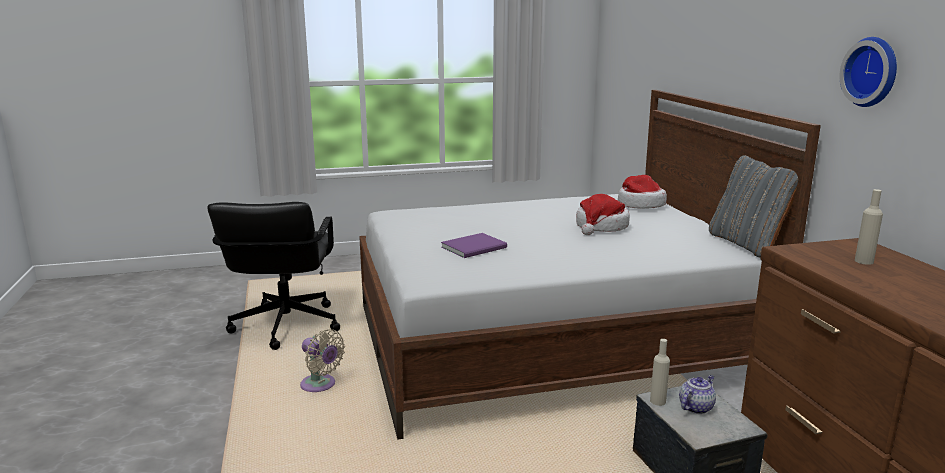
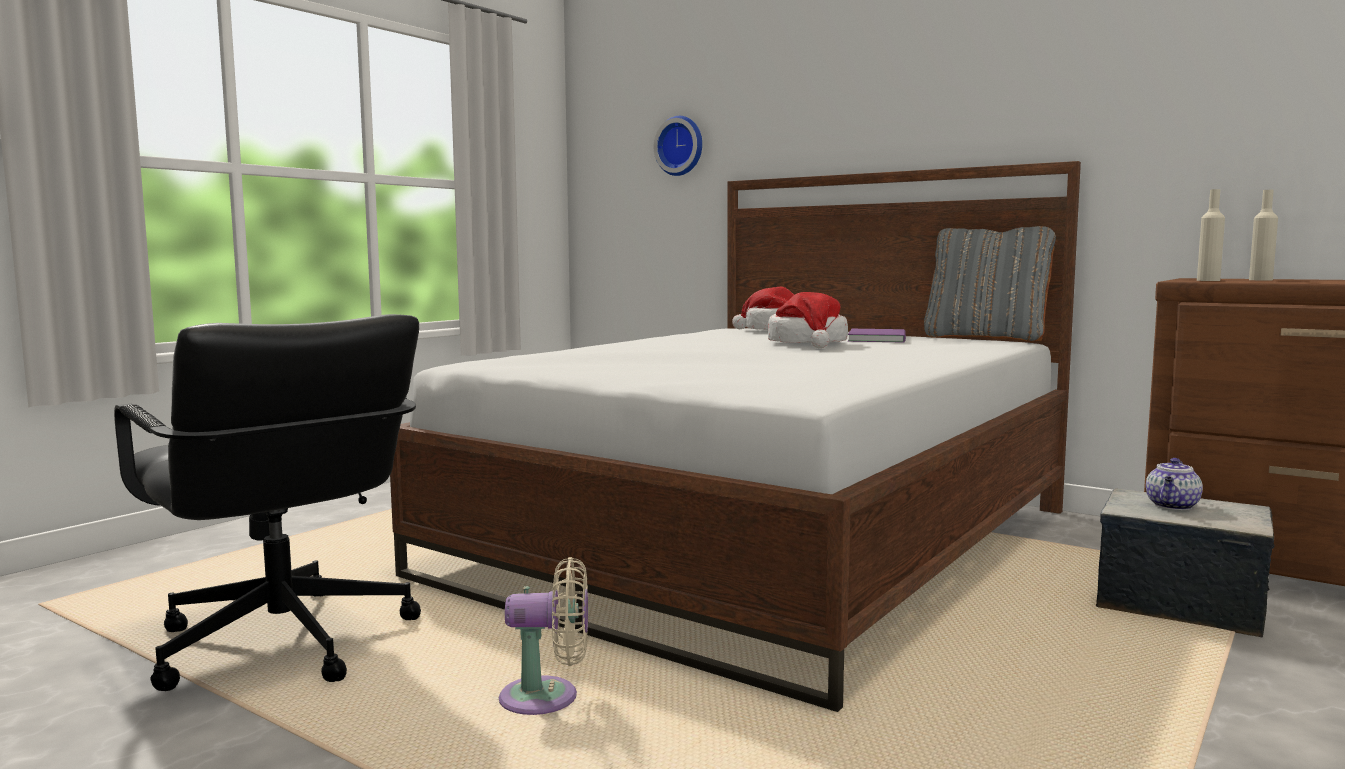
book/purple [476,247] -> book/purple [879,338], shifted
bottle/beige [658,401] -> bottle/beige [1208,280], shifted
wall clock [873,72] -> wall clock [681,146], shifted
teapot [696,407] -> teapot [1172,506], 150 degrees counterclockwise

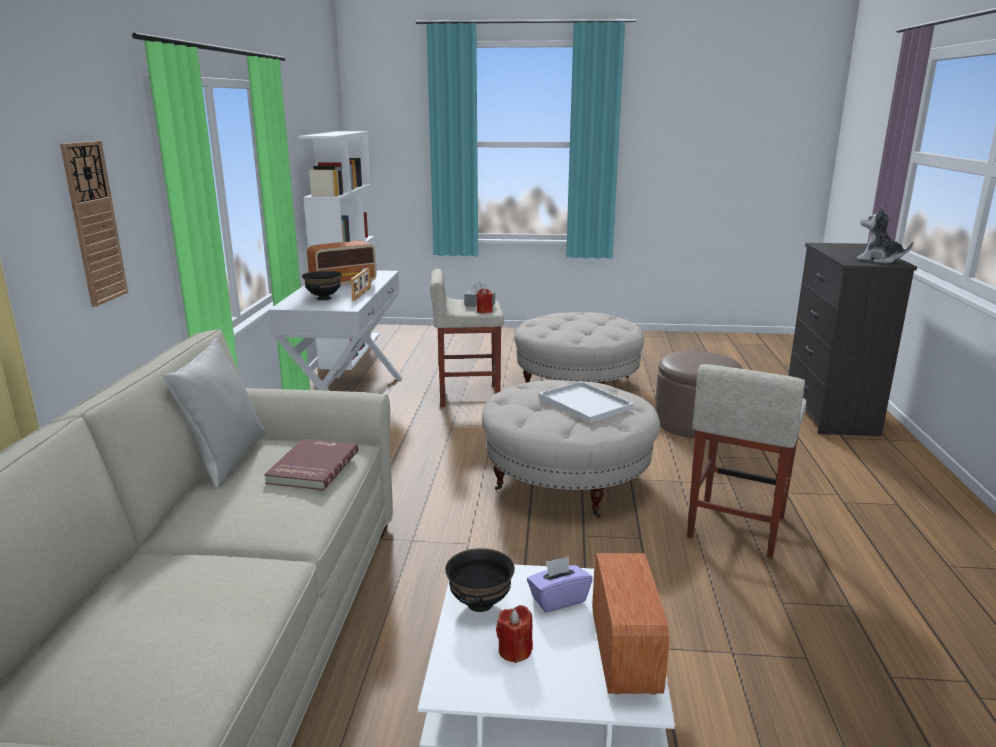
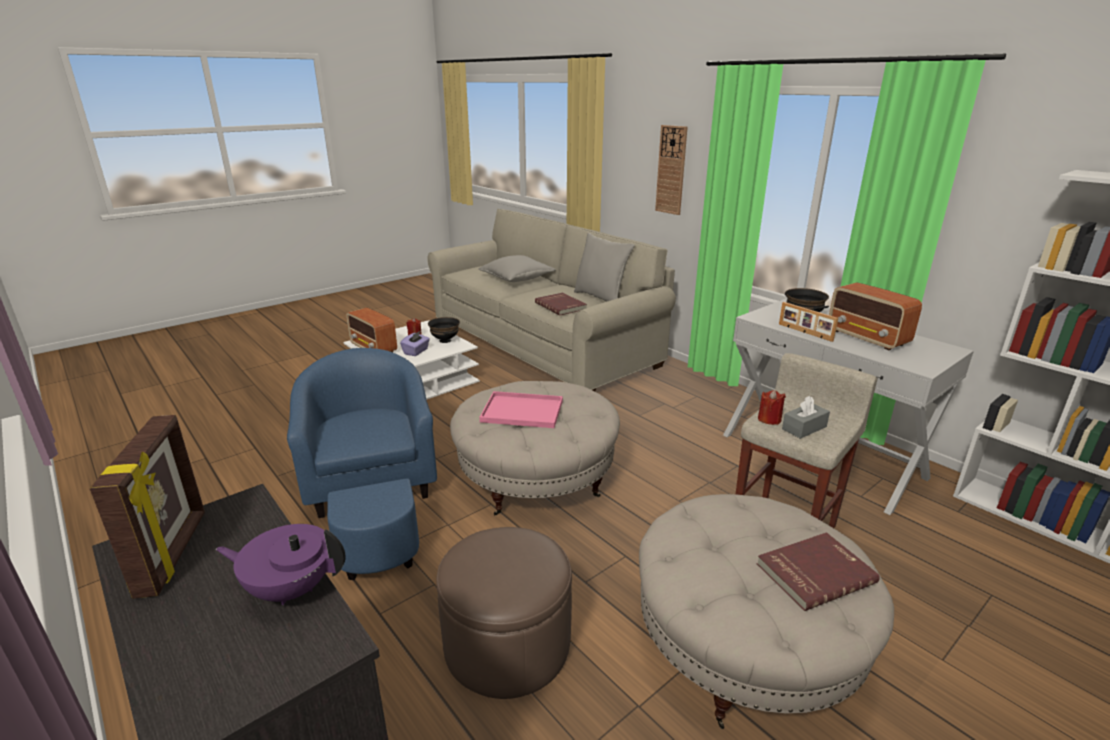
none -> teapot/purple [291,588]
none -> pillow/grey [517,278]
none -> book/red [814,572]
stool/beige [736,527] -> armchair/blue [374,499]
plush toy [878,260] -> picture frame [175,553]
tray/white [587,403] -> tray/pink [520,411]
radio [344,283] -> radio [868,338], 45 degrees counterclockwise

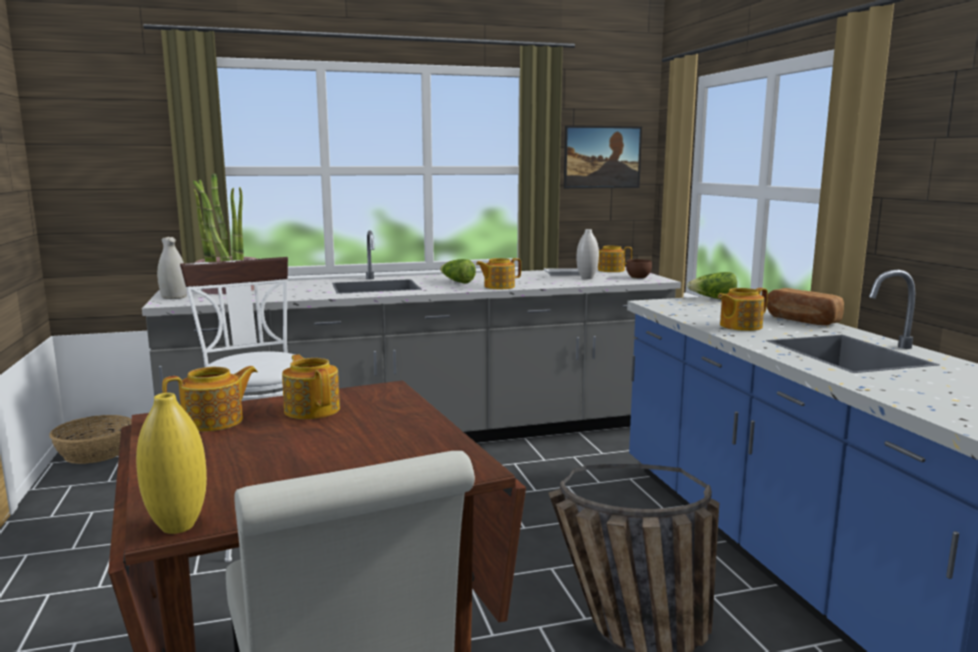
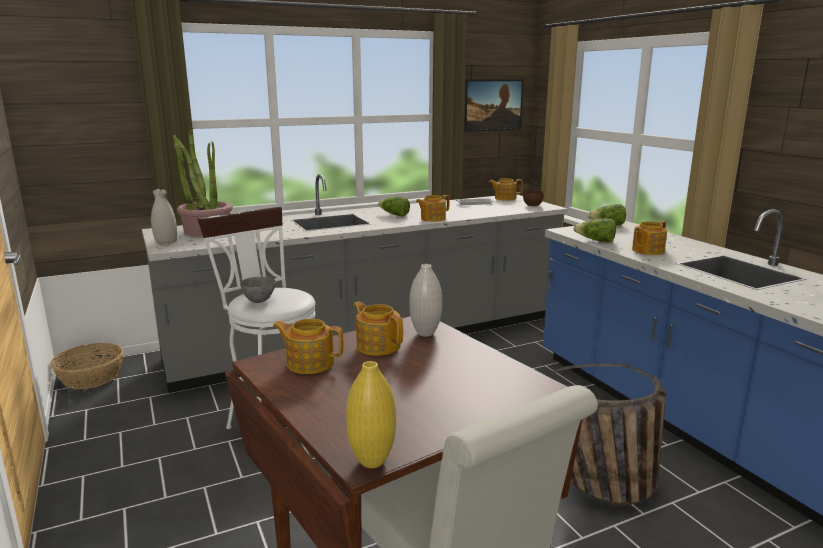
bread [801,320] -> none
none -> bowl/grey [259,300]
none -> lettuce [595,241]
vase/white [587,278] -> vase/white [425,333], shifted
teapot [214,421] -> teapot [309,363], 120 degrees counterclockwise

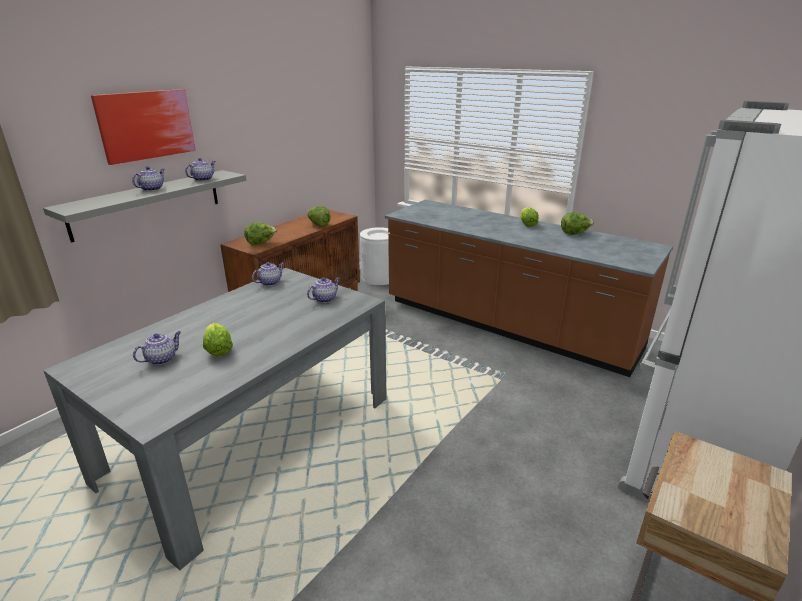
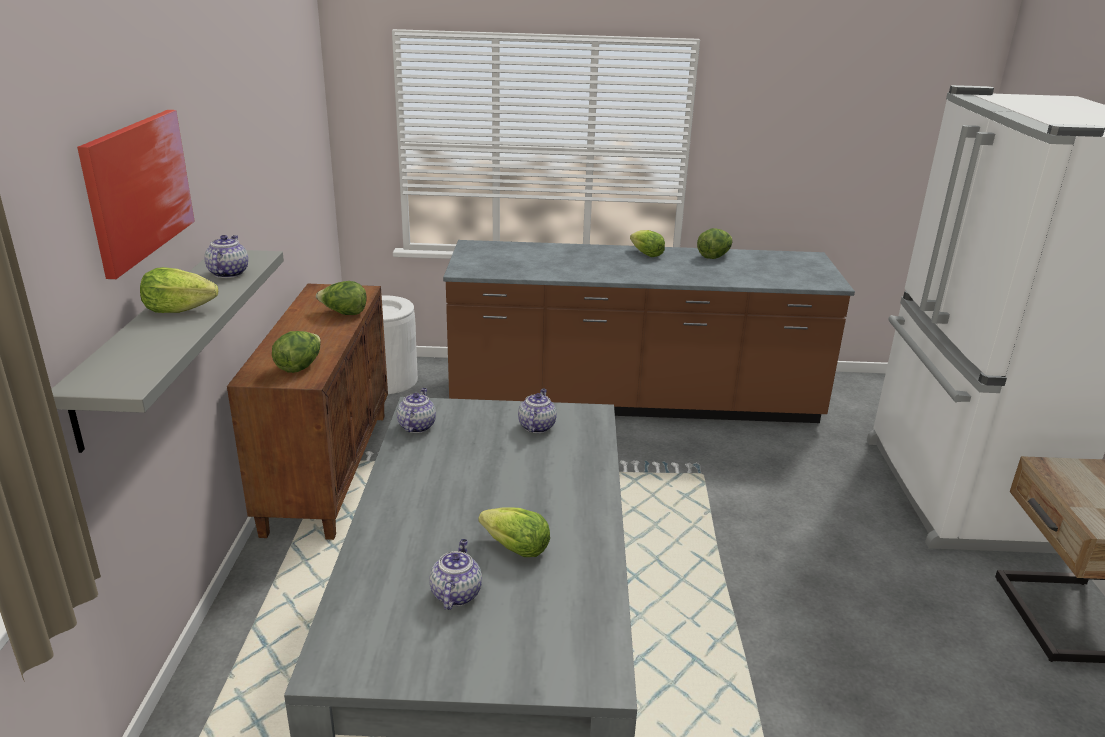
teapot [152,189] -> lettuce [178,310]

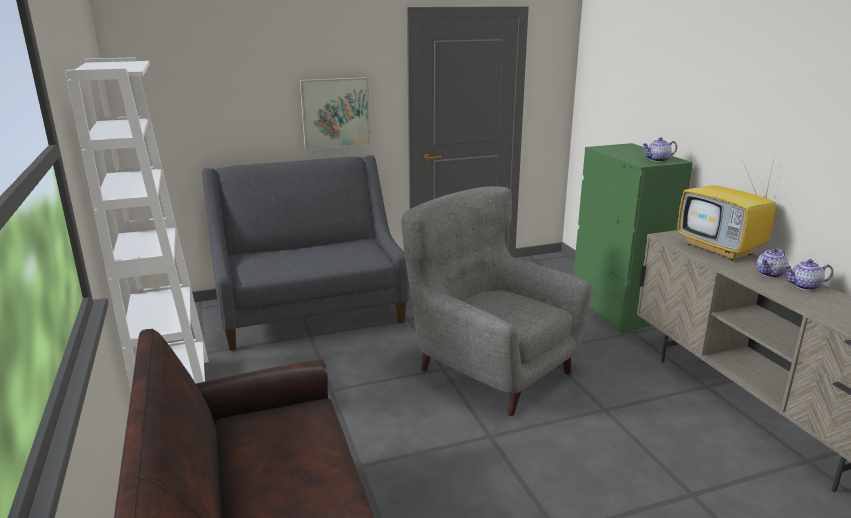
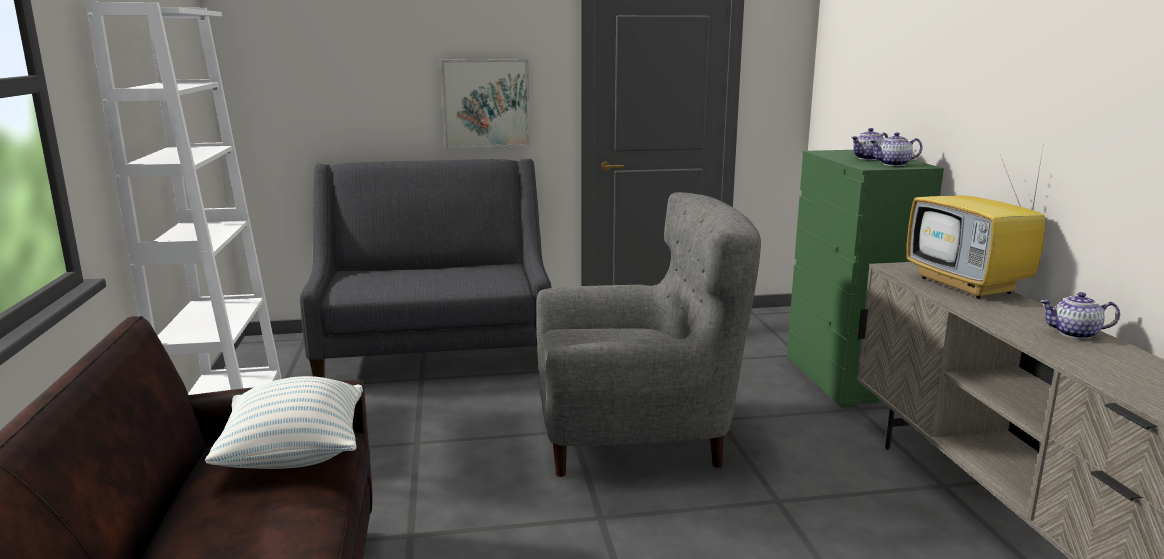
none -> pillow [295,455]
teapot [770,274] -> teapot [868,158], shifted
armchair/grey [490,368] -> armchair/grey [637,436], 120 degrees clockwise

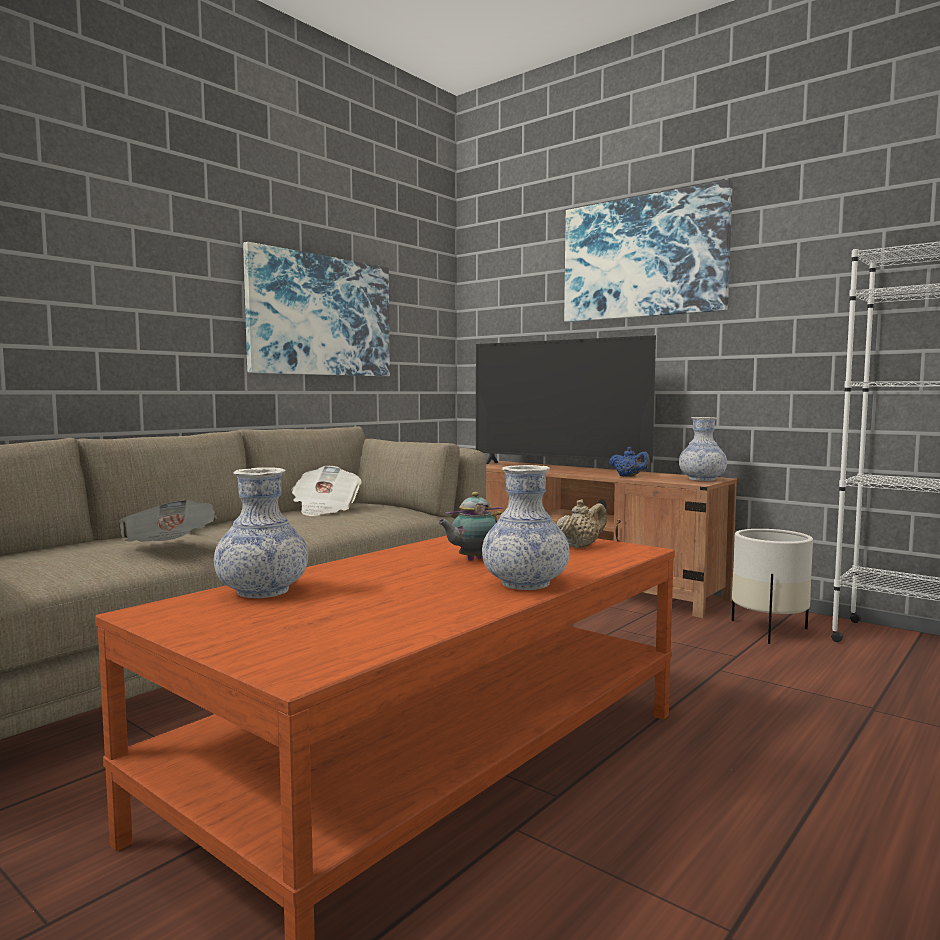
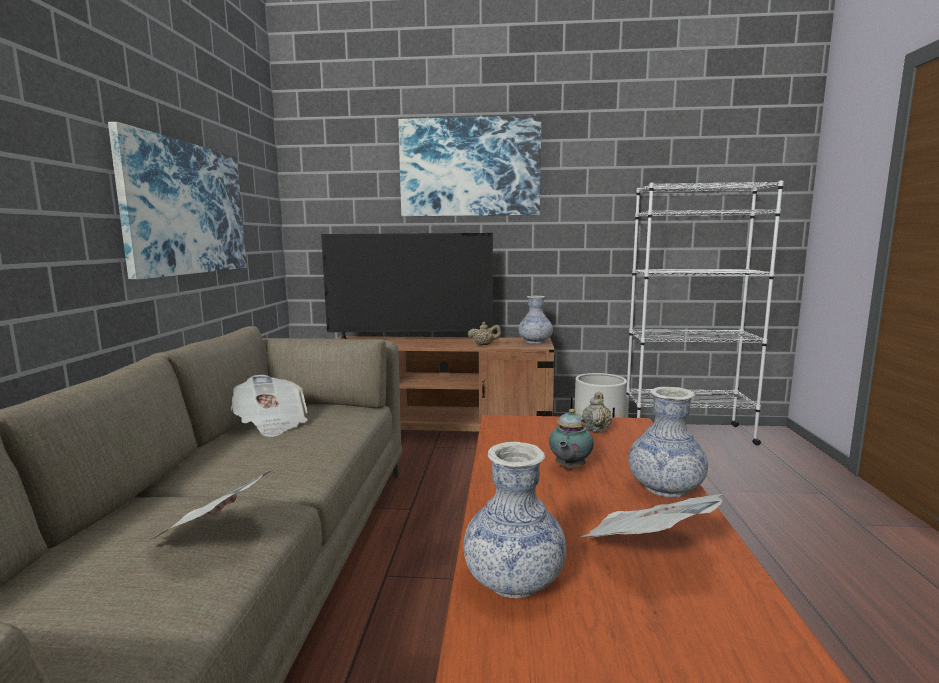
none -> newspaper [646,548]
teapot/blue [629,476] -> teapot/beige [484,345]

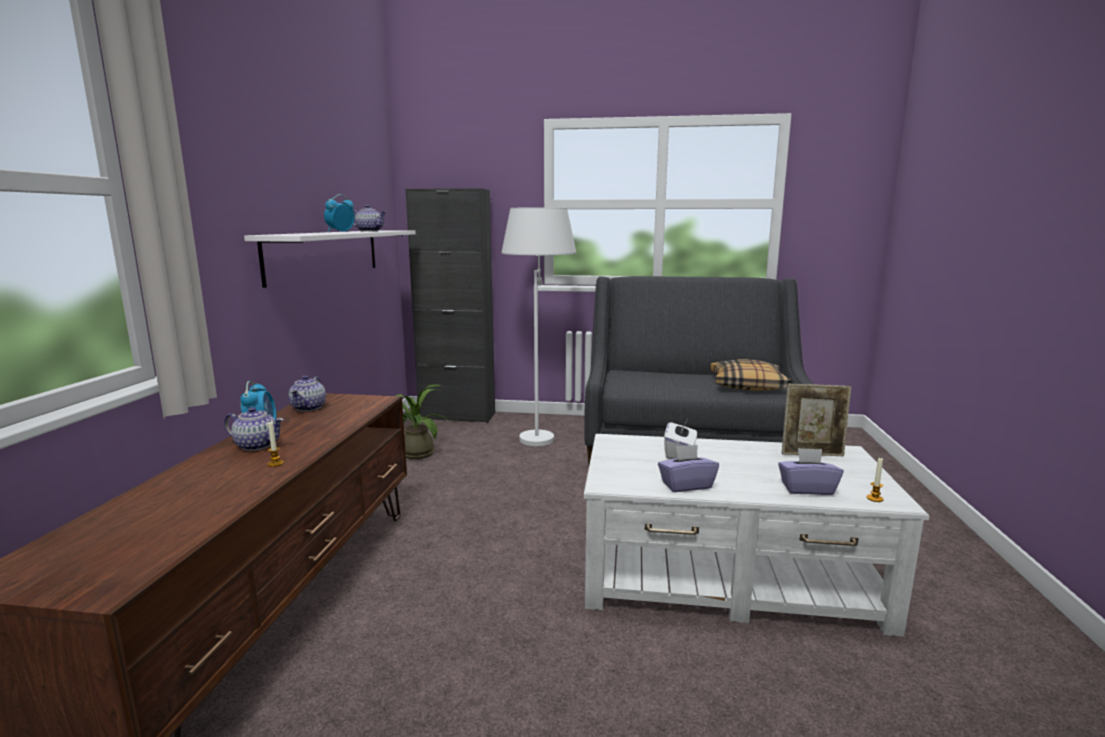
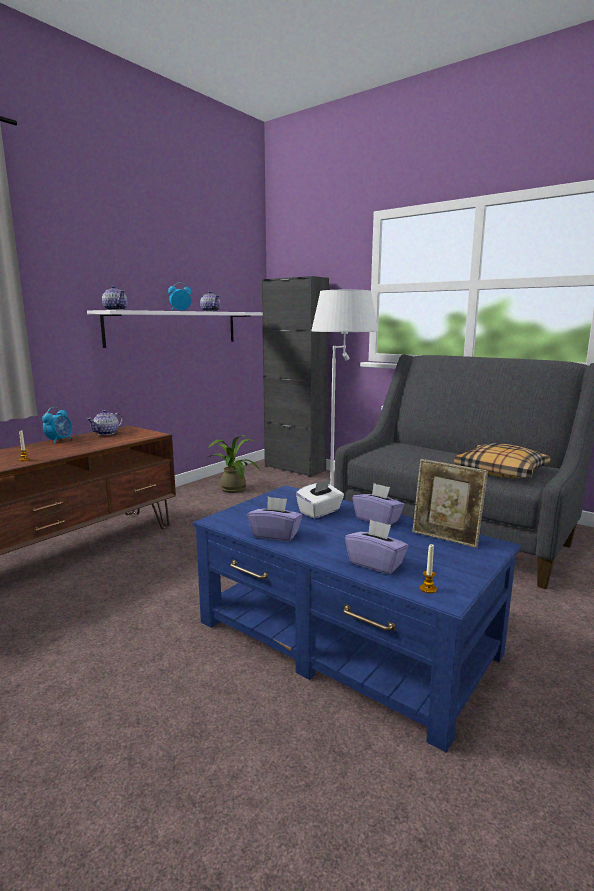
none -> tissue box/purple [377,519]
teapot [256,445] -> teapot [115,310], shifted
coffee table/white [728,575] -> coffee table/blue [345,638]

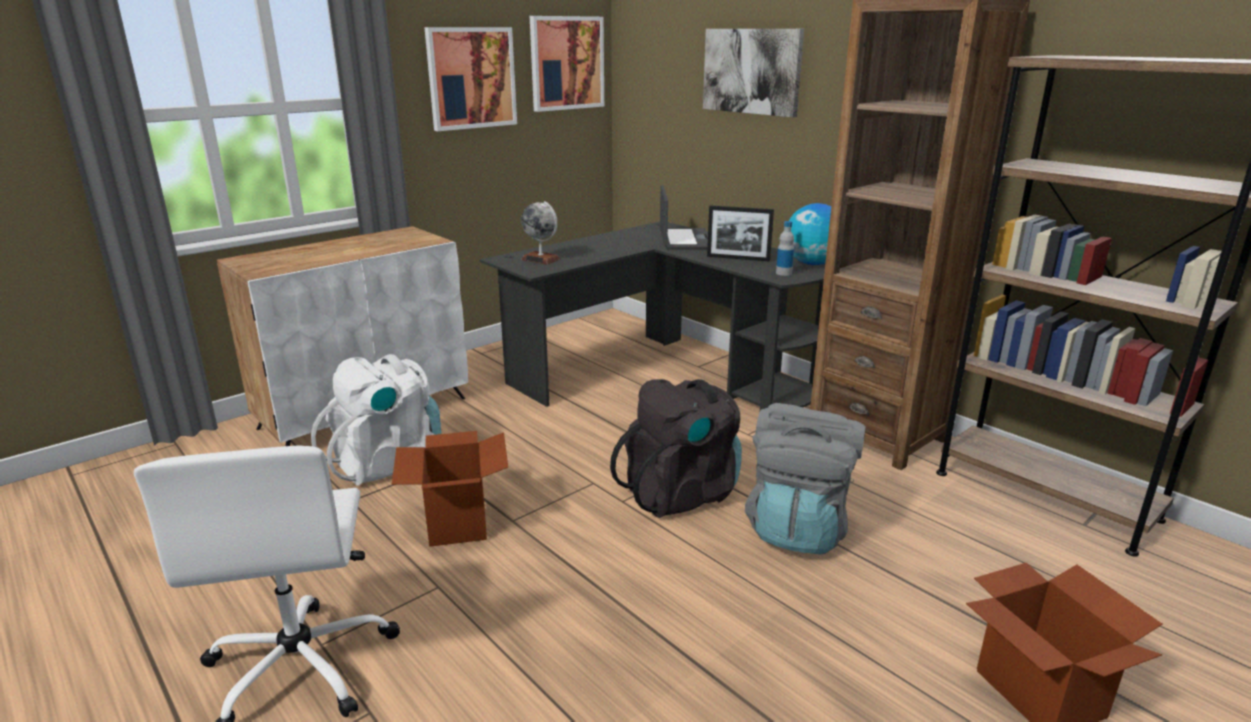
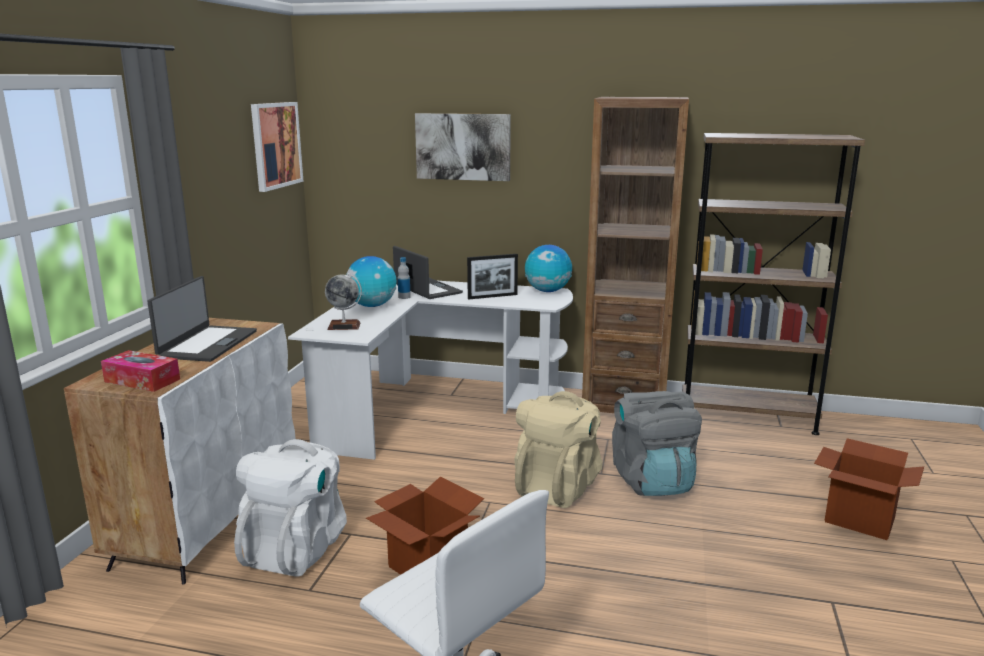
picture [471,78] -> none
none -> tissue box [142,380]
none -> laptop [207,344]
none -> globe [372,306]
bottle [783,273] -> bottle [404,297], shifted
desk/black [665,373] -> desk/white [433,407]
backpack/black [681,492] -> backpack/beige [557,486]

